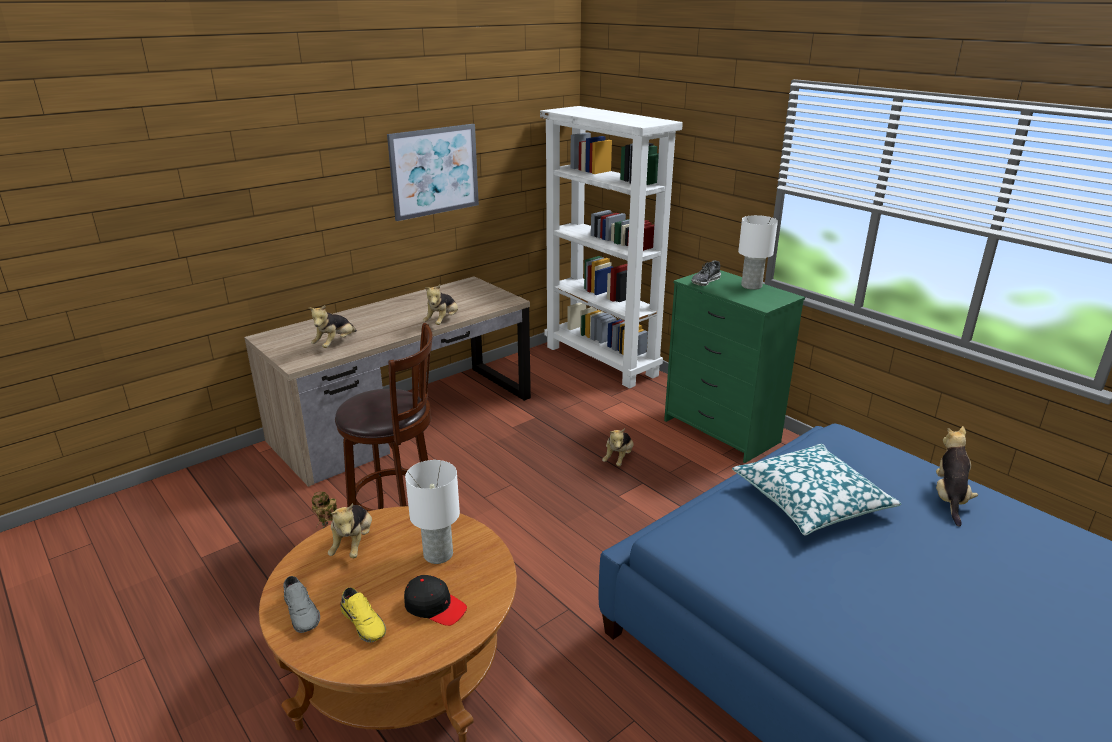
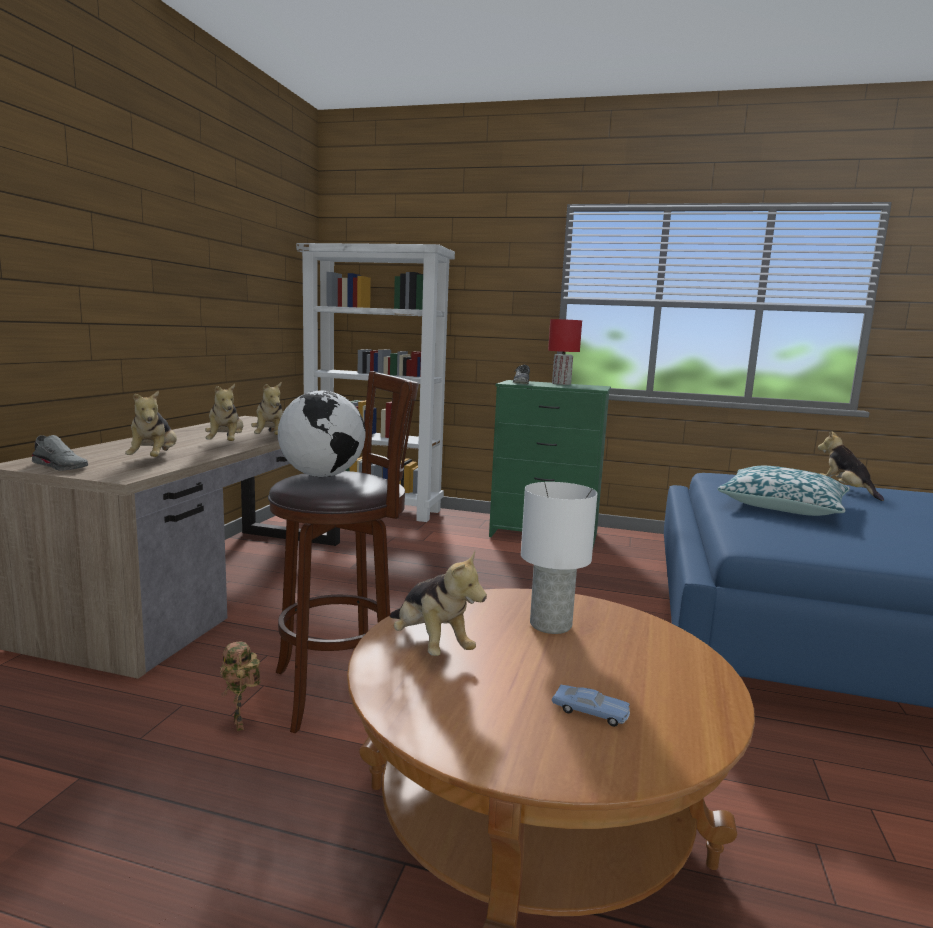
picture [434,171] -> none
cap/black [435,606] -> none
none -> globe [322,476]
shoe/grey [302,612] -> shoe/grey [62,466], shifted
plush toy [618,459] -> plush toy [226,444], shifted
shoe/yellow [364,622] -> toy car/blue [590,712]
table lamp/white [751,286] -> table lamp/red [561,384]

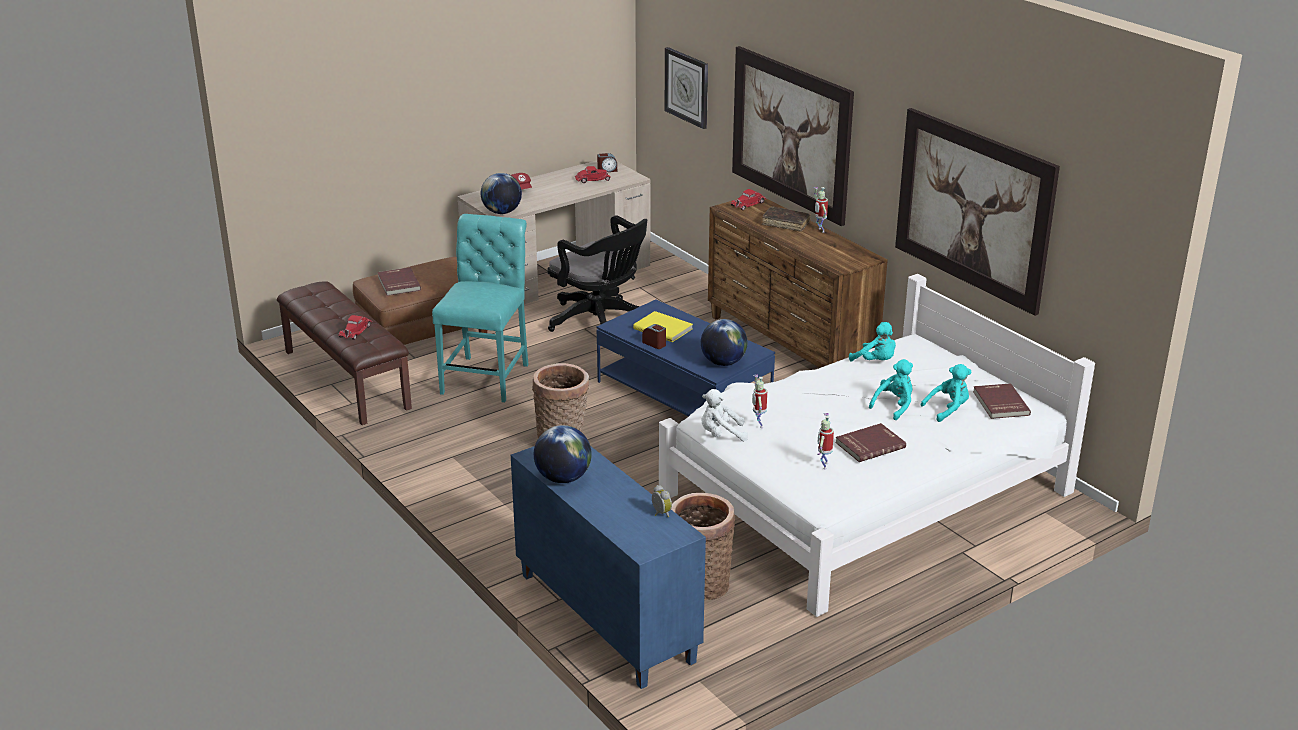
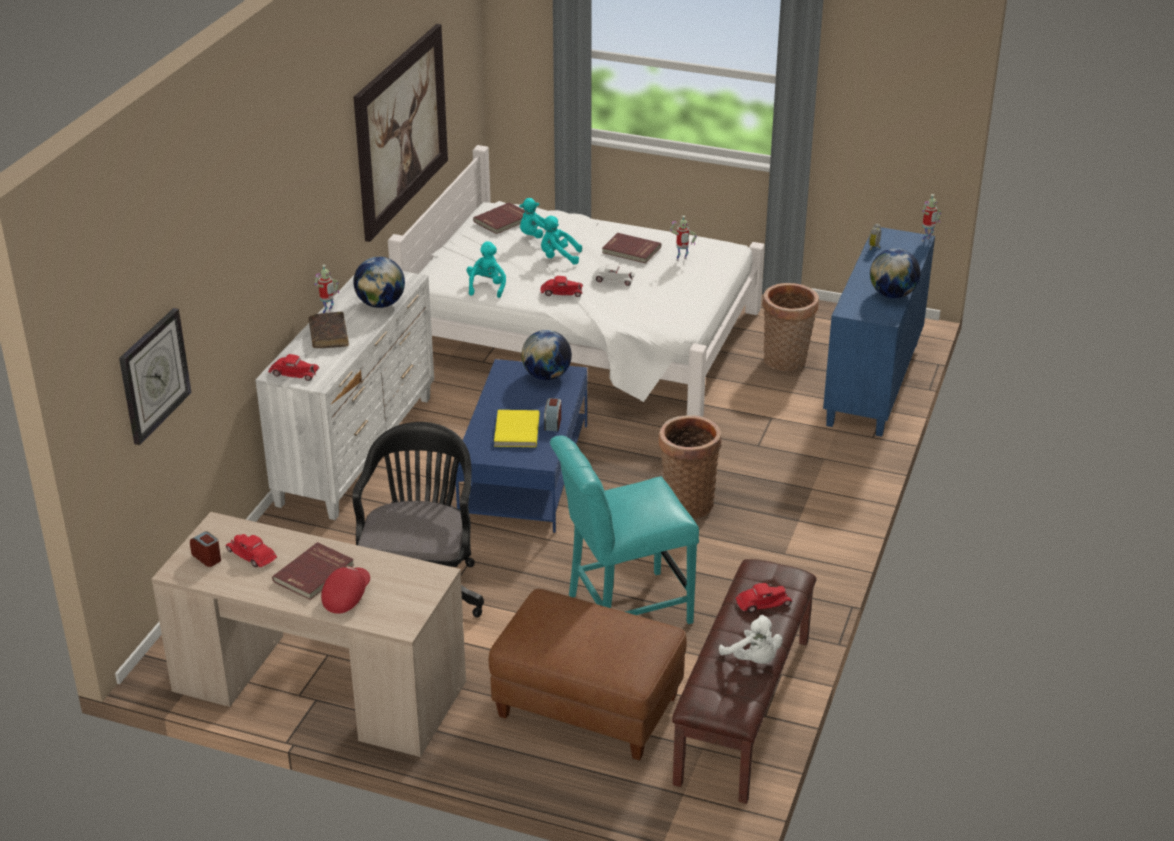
picture [791,133] -> none
none -> toy car/red [561,292]
none -> toy car/white [613,279]
book/red [398,284] -> book/red [315,574], shifted
globe [502,212] -> globe [380,304], shifted
plush toy/white [721,435] -> plush toy/white [753,660], shifted
toy robot [758,424] -> toy robot [927,240], shifted
dresser/brown [789,346] -> dresser/white [357,450]
plush toy/turquoise [948,409] -> plush toy/turquoise [537,237], 60 degrees counterclockwise

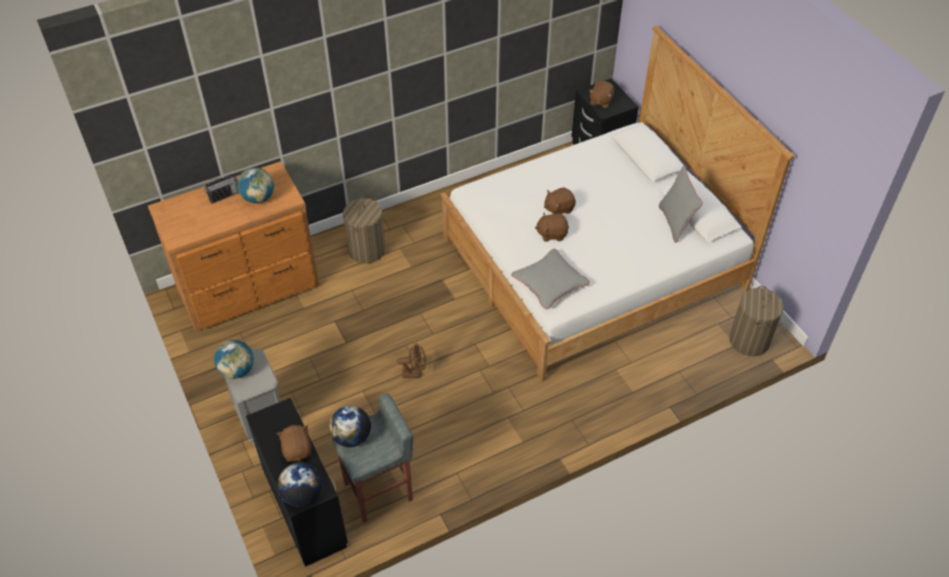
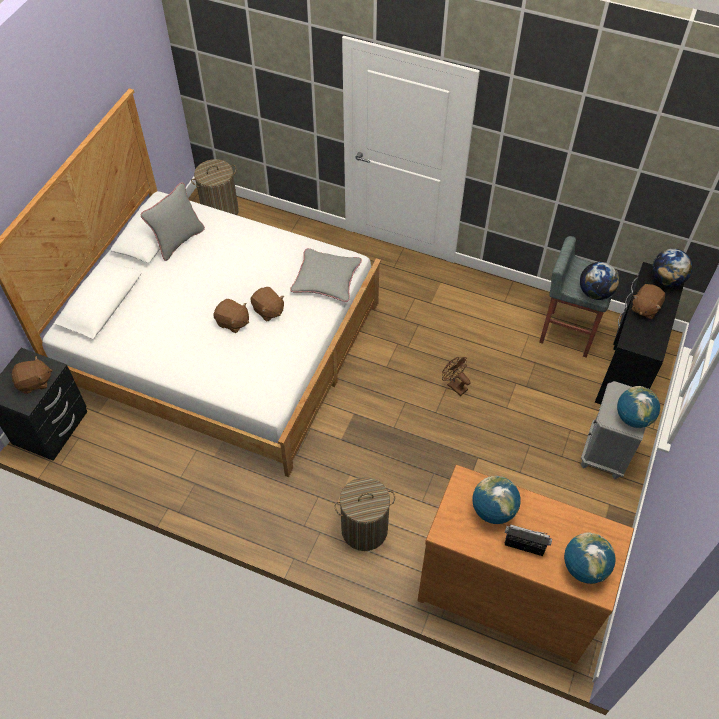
none -> globe [584,567]

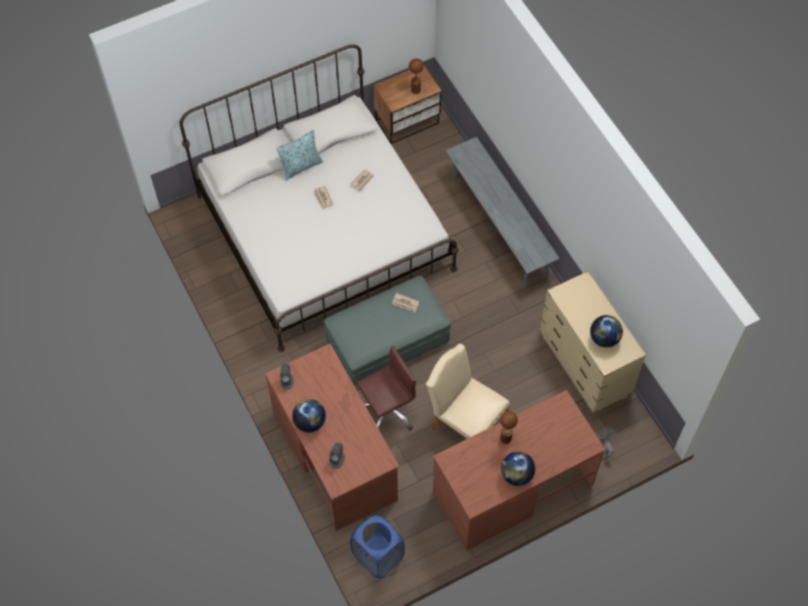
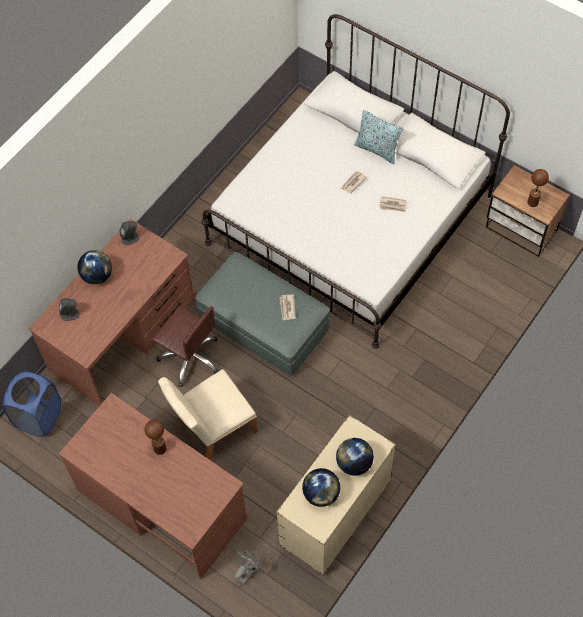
bench/grey [498,225] -> none
globe [516,475] -> globe [354,463], shifted
chair/beige [464,421] -> chair/beige [212,429], 135 degrees counterclockwise

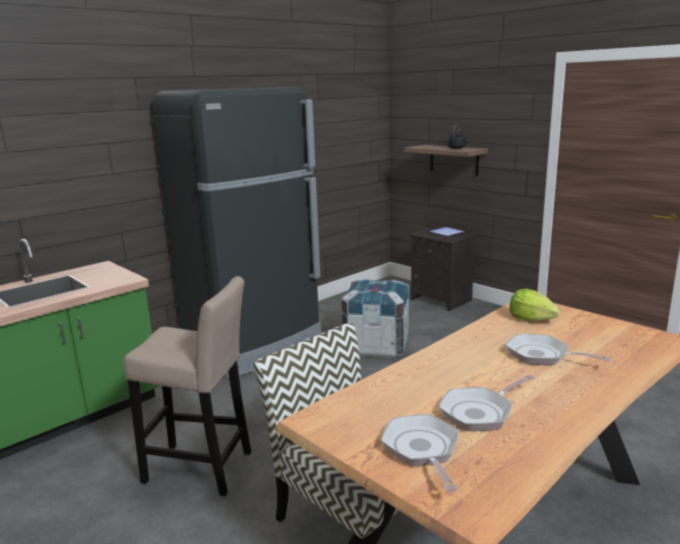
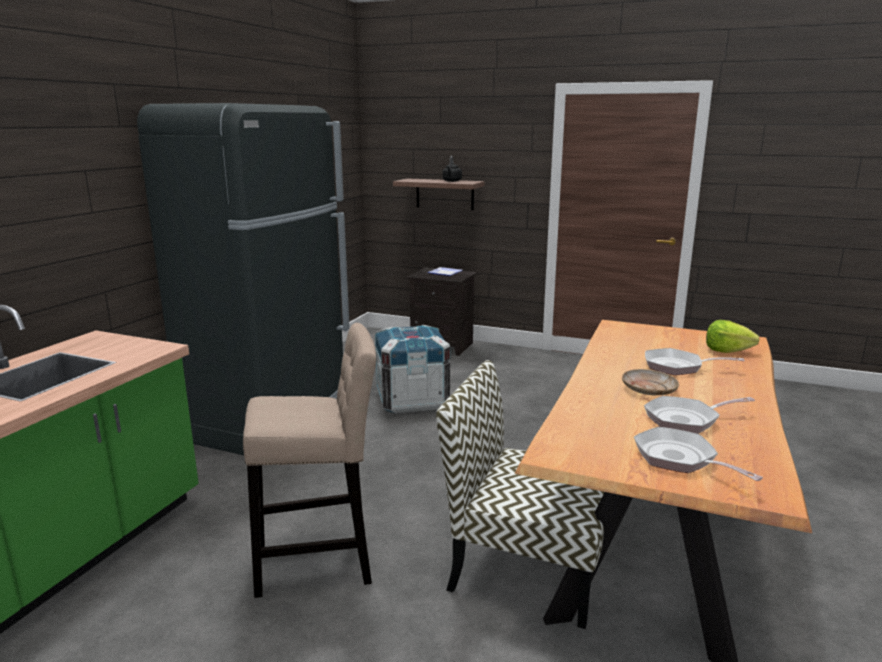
none -> plate/beige [649,389]
lettuce [531,319] -> lettuce [727,351], shifted
frying pan [480,412] -> frying pan [686,419], 45 degrees clockwise

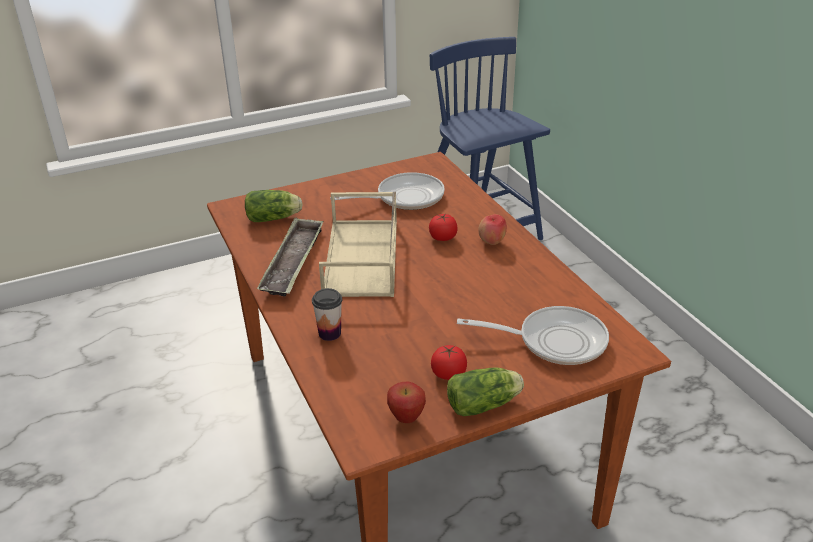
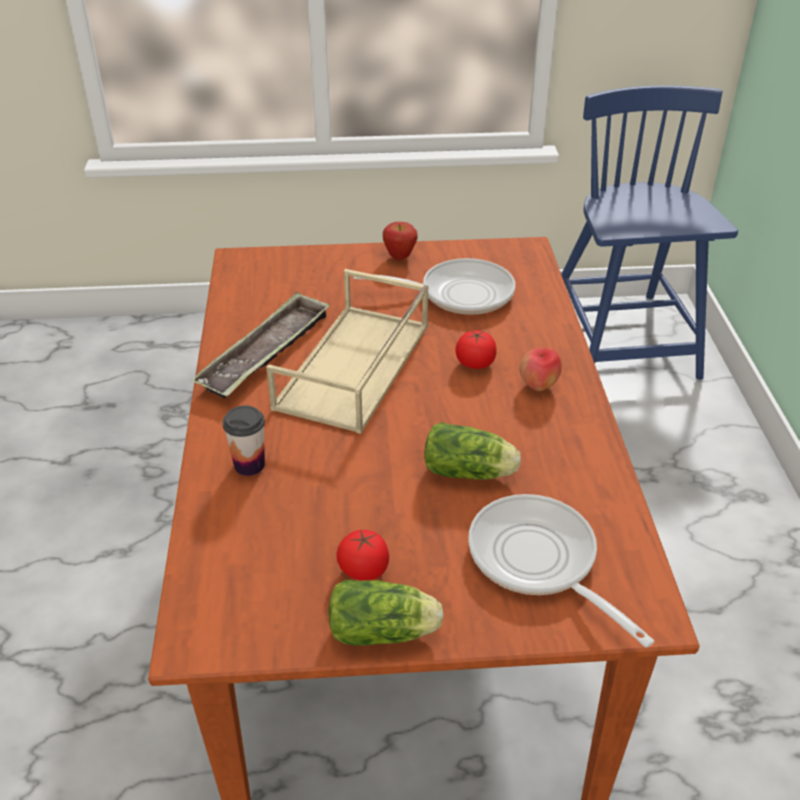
lettuce [275,218] -> lettuce [471,472], shifted
apple [406,418] -> apple [400,257], shifted
frying pan [554,341] -> frying pan [539,562], 150 degrees counterclockwise

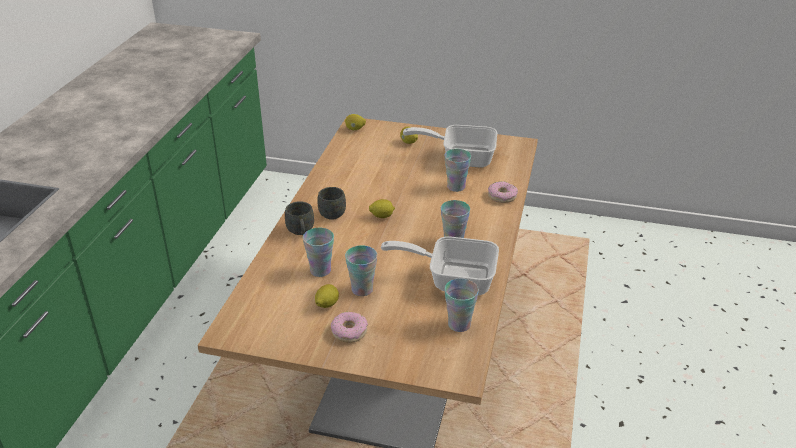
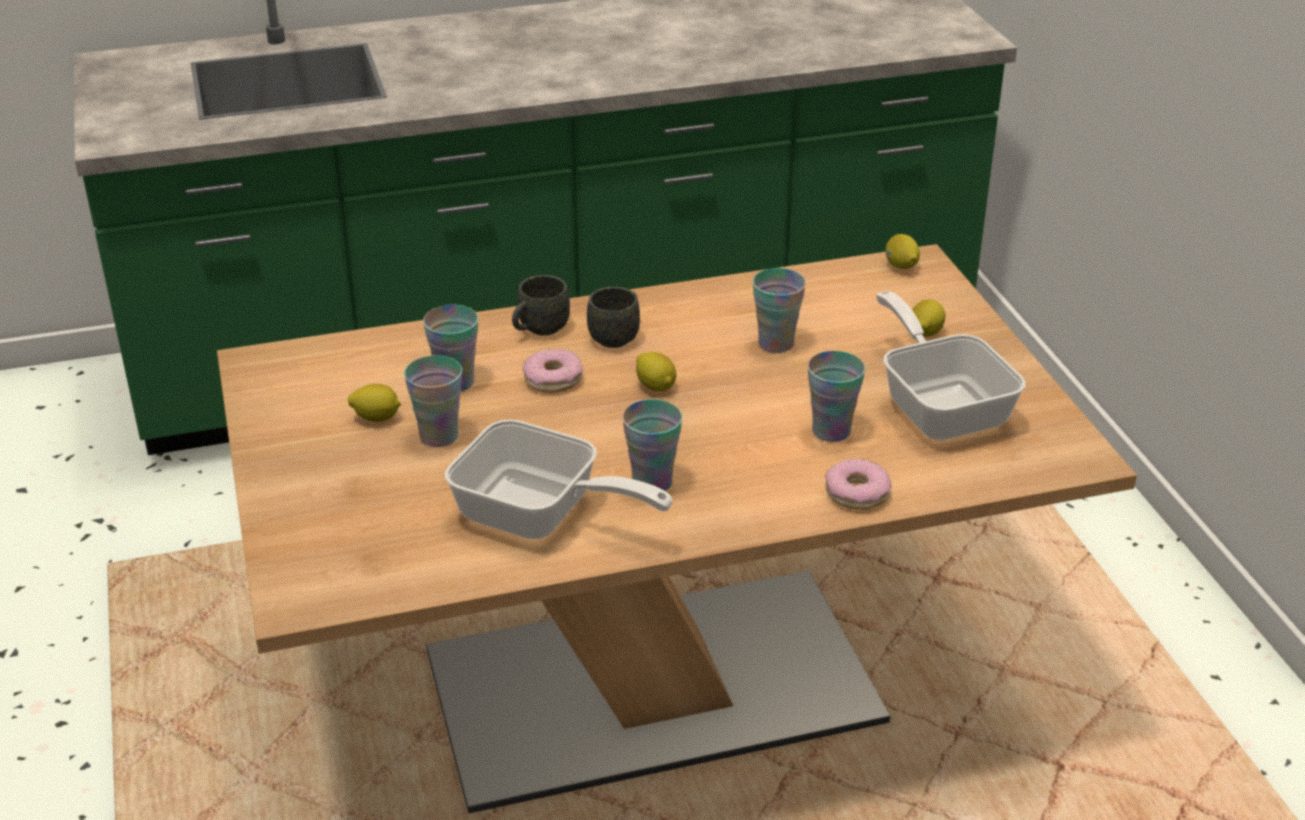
donut [349,331] -> donut [553,379], shifted
cup [459,324] -> cup [776,344], shifted
frying pan [453,279] -> frying pan [540,516], 135 degrees clockwise

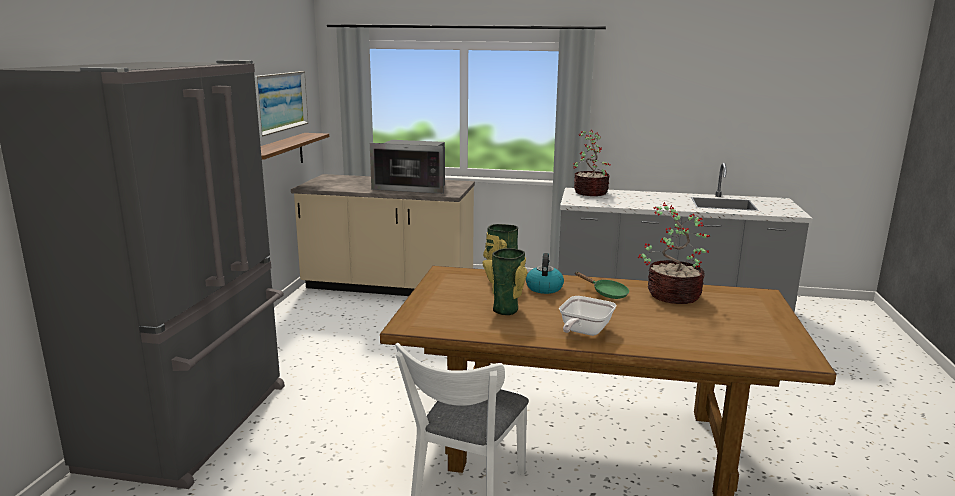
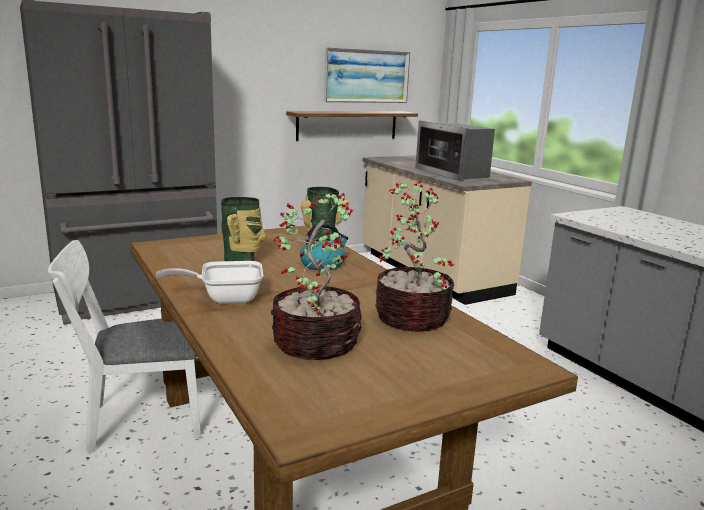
frying pan/green [606,293] -> none
potted plant [590,192] -> potted plant [316,342], shifted

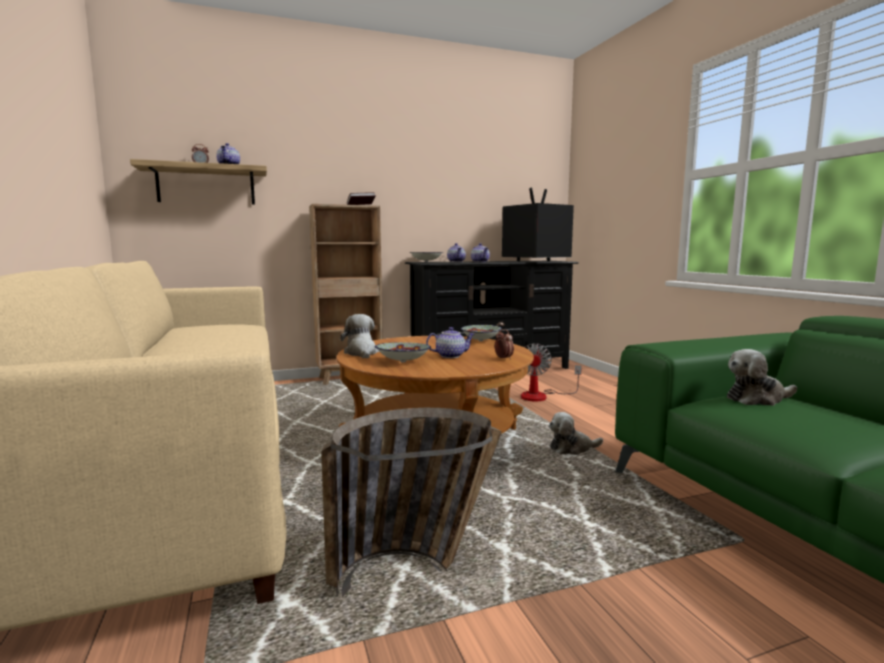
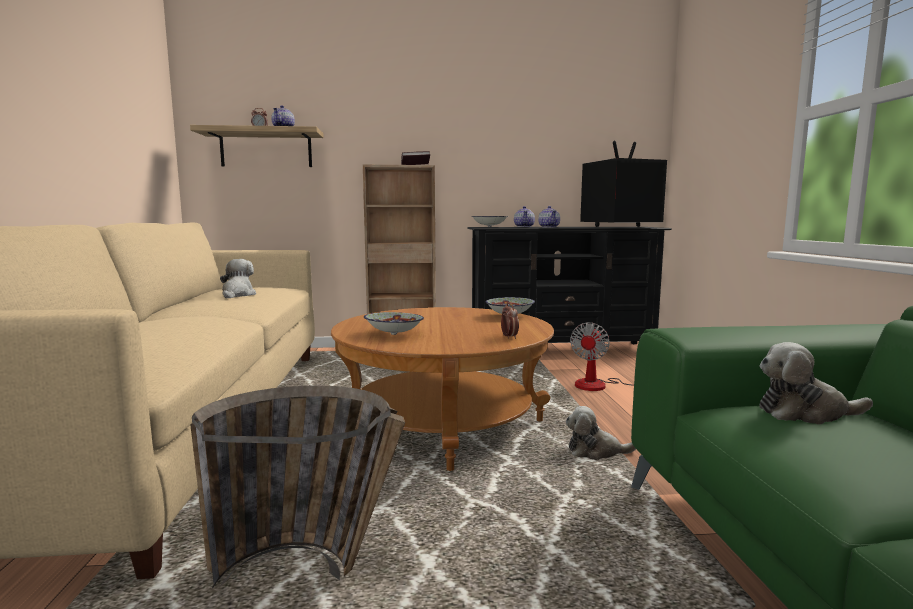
teapot [450,356] -> none
plush toy [361,353] -> plush toy [237,295], shifted

